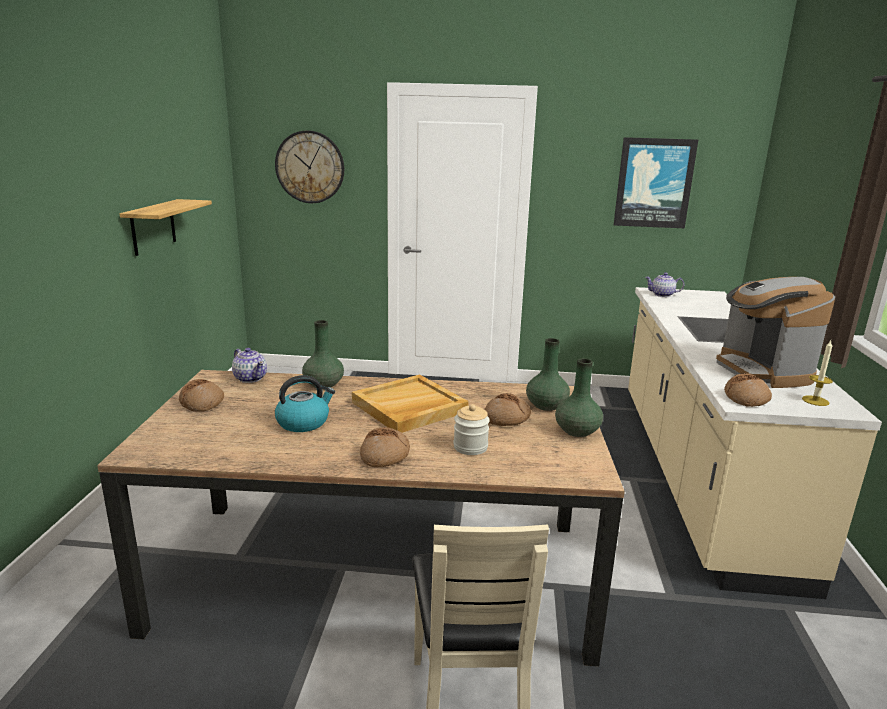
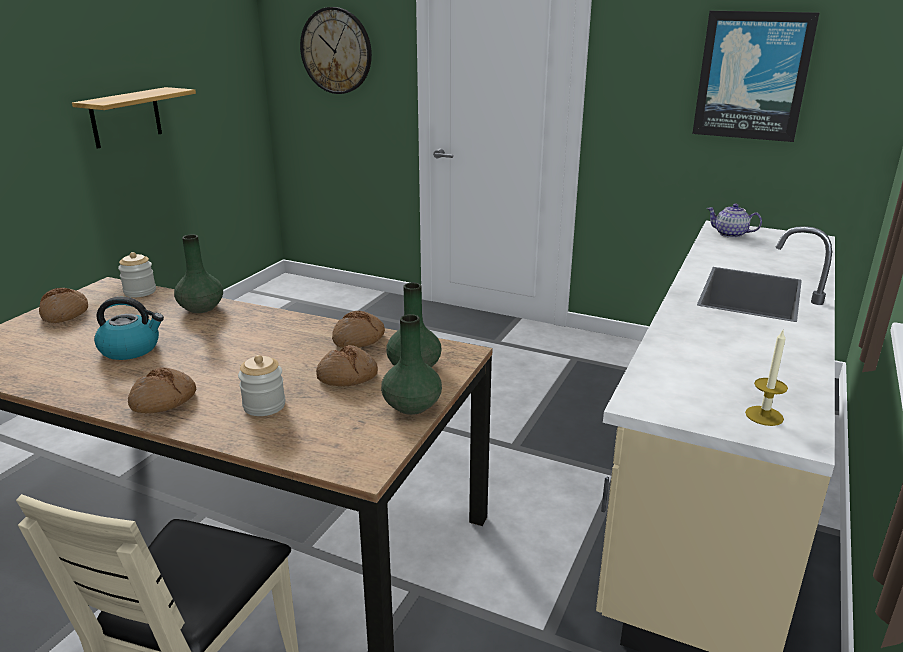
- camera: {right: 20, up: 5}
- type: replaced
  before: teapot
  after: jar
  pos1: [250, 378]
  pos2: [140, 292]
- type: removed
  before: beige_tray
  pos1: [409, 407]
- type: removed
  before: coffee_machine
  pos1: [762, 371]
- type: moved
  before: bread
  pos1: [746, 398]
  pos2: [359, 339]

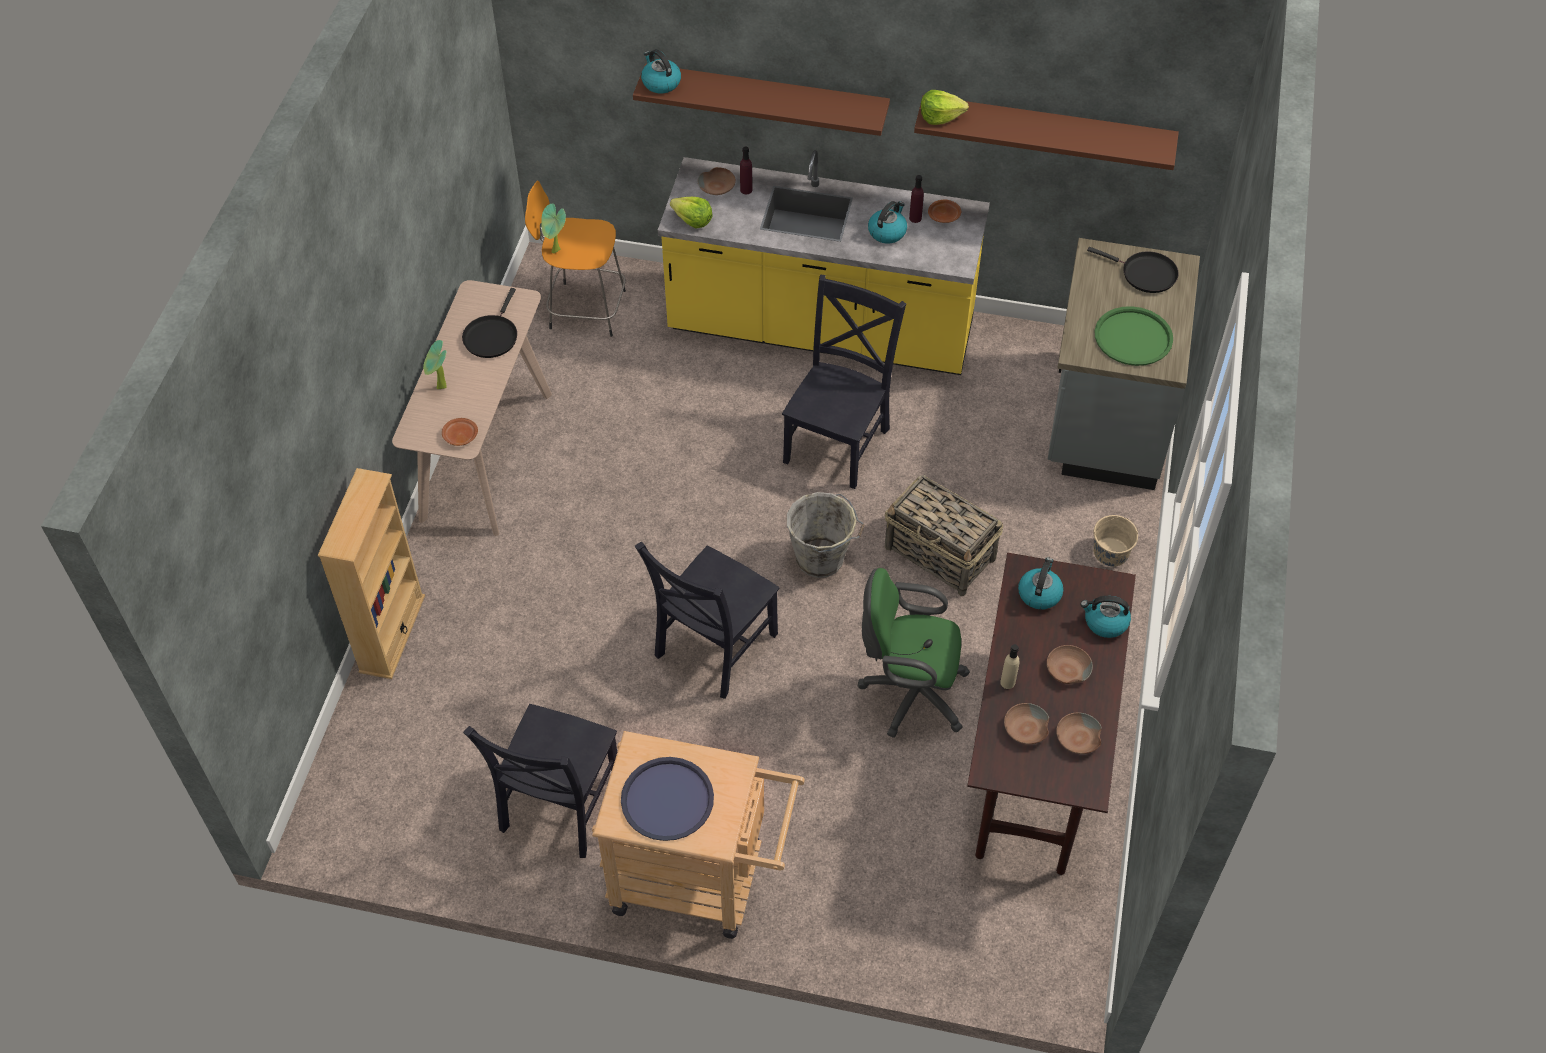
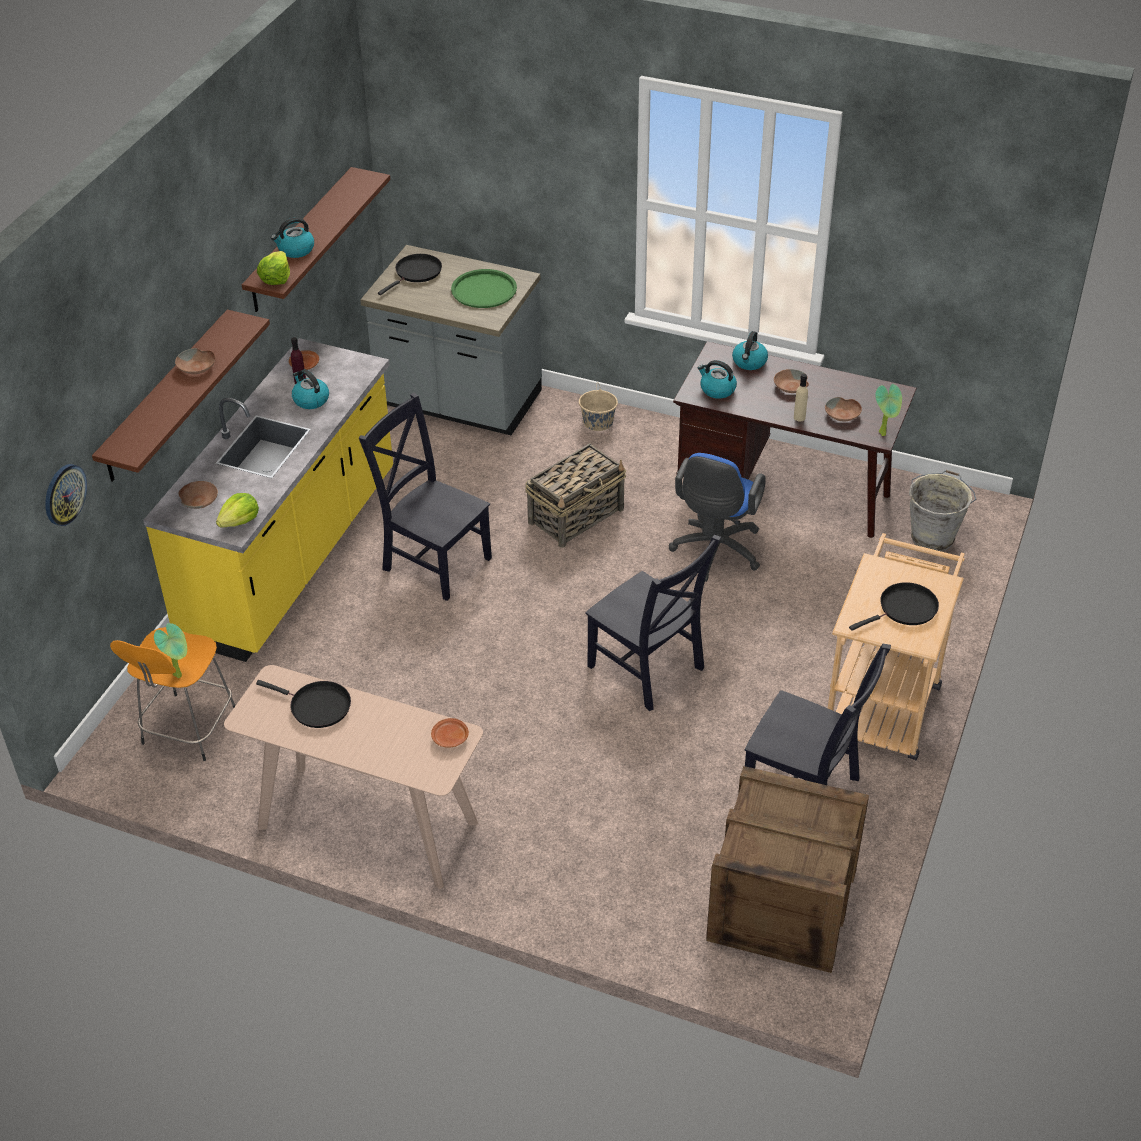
- camera: {right: -80, up: -10}
- type: removed
  before: beige_bookcase
  pos1: [392, 633]
- type: moved
  before: potted_plant
  pos1: [441, 388]
  pos2: [884, 433]
- type: replaced
  before: blue_tray
  after: black_frying_pan
  pos1: [667, 800]
  pos2: [904, 609]
- type: moved
  before: kettle
  pos1: [660, 82]
  pos2: [295, 250]
- type: removed
  before: purple_bottle
  pos1: [746, 190]
- type: moved
  before: grey_bucket
  pos1: [822, 559]
  pos2: [933, 536]
- type: recoloured
  before: green_office_chair
  after: blue_office_chair
  pos1: [909, 693]
  pos2: [715, 553]
- type: moved
  before: brown_bowl
  pos1: [1078, 739]
  pos2: [197, 367]
- type: added
  after: wall_clock
  pos2: [64, 494]
- type: added
  after: crate
  pos2: [782, 906]

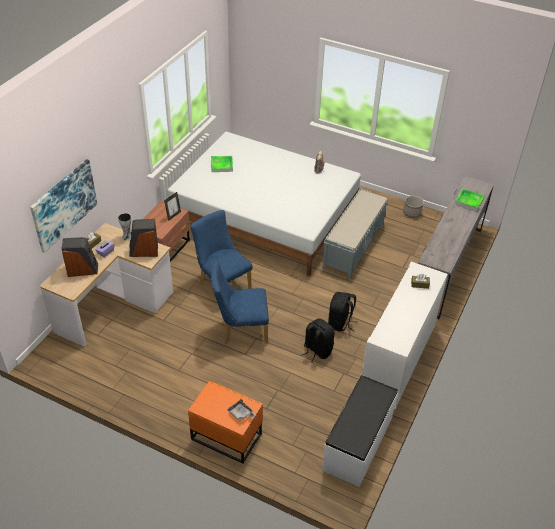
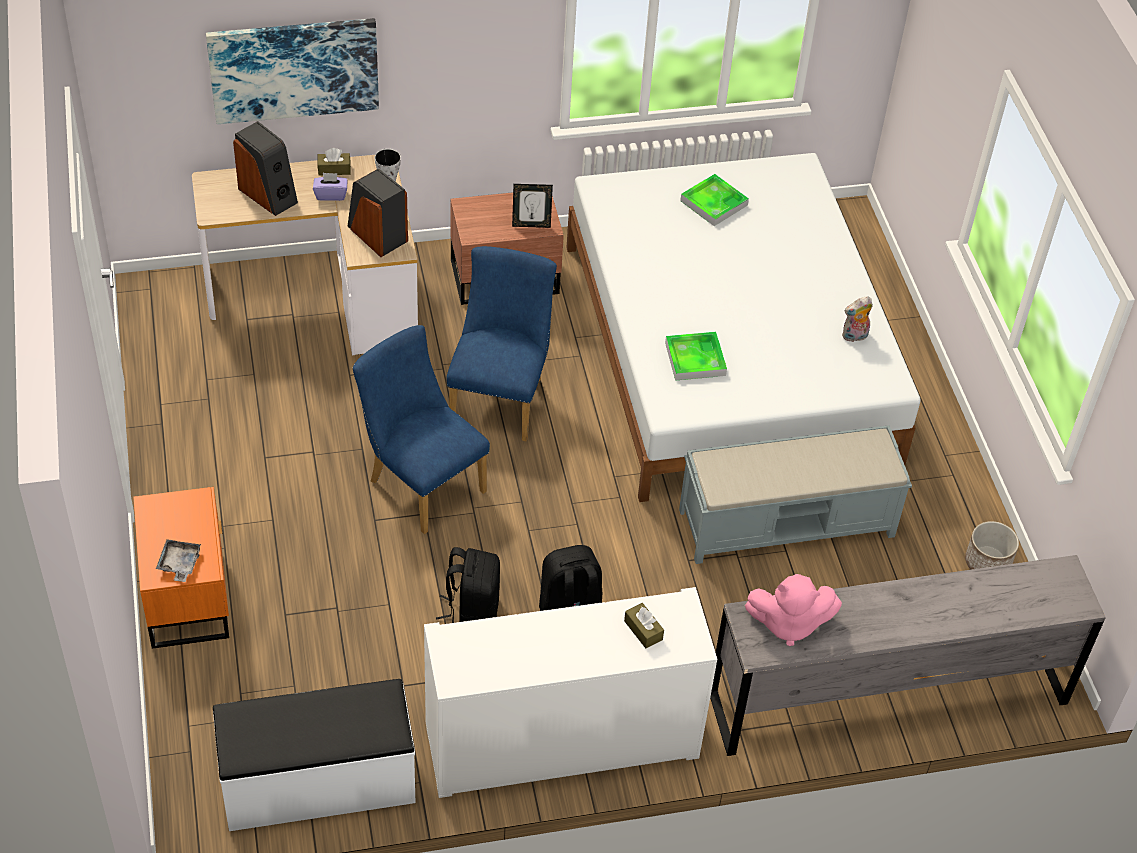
- camera: {right: 50, up: 5}
- type: moved
  before: tray
  pos1: [469, 201]
  pos2: [695, 359]
- type: added
  after: pink_plush_toy
  pos2: [788, 623]

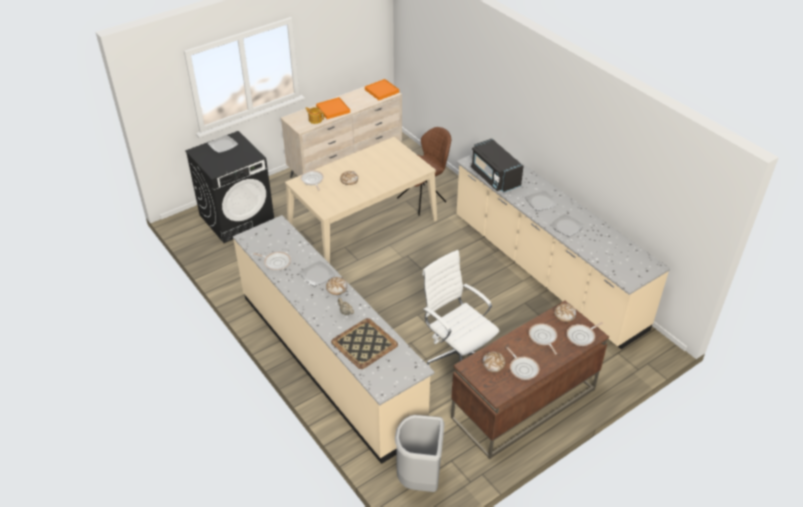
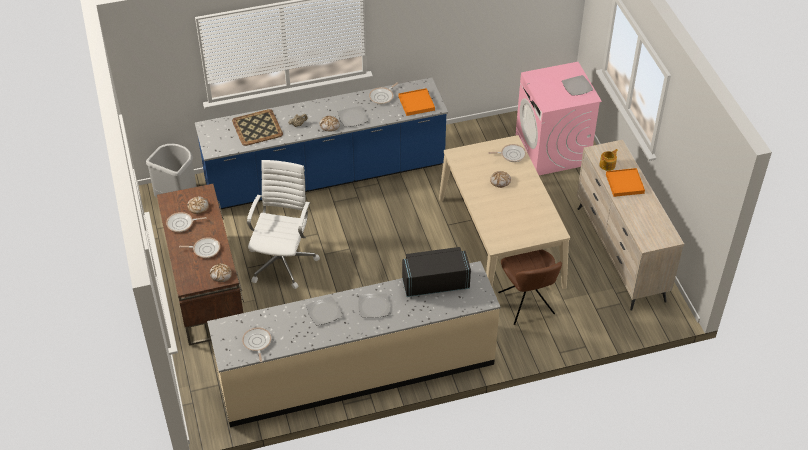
- camera: {right: 110, up: 5}
- type: recoloured
  before: black_washing_machine
  after: pink_washing_machine
  pos1: [237, 218]
  pos2: [552, 150]
- type: recoloured
  before: beige_counter
  after: blue_counter
  pos1: [330, 360]
  pos2: [325, 177]
- type: moved
  before: orange_tray
  pos1: [381, 91]
  pos2: [416, 103]
- type: turned
  before: white_office_chair
  pos1: [457, 357]
  pos2: [283, 260]
  turn: -60
- type: moved
  before: frying_pan
  pos1: [582, 336]
  pos2: [257, 343]

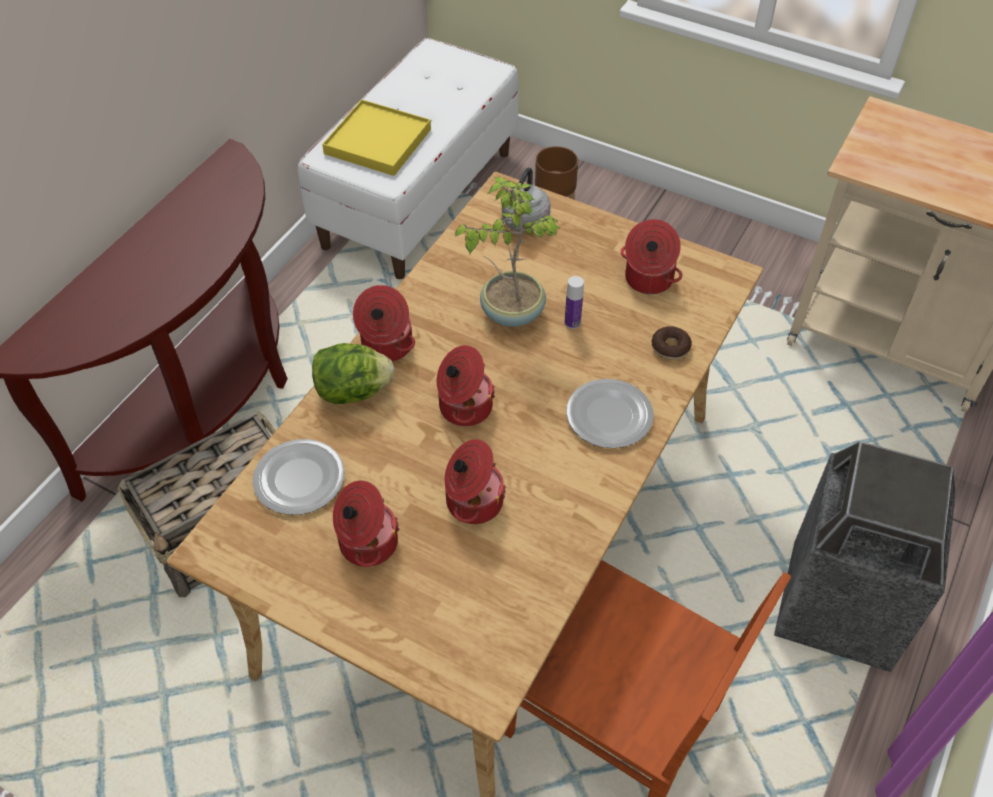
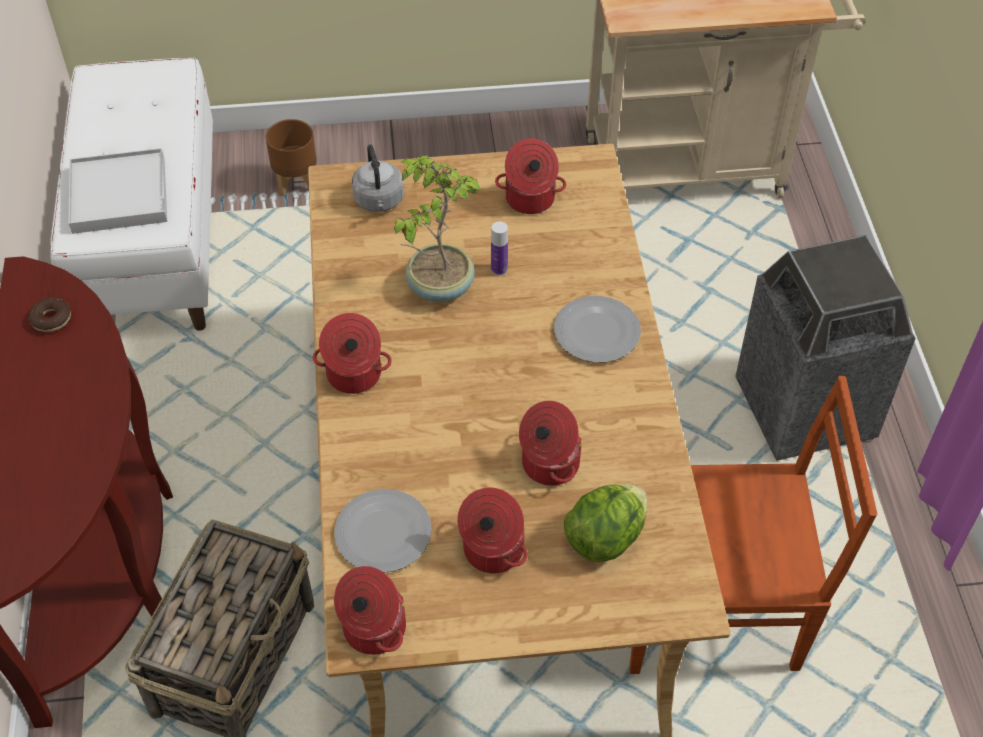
- camera: {right: -35, up: 0}
- type: moved
  before: lettuce
  pos1: [353, 391]
  pos2: [604, 538]
- type: recoloured
  before: yellow_tray
  after: white_tray
  pos1: [377, 141]
  pos2: [119, 195]
- type: moved
  before: cooking_pot
  pos1: [464, 407]
  pos2: [372, 629]
- type: moved
  before: donut
  pos1: [670, 347]
  pos2: [51, 319]

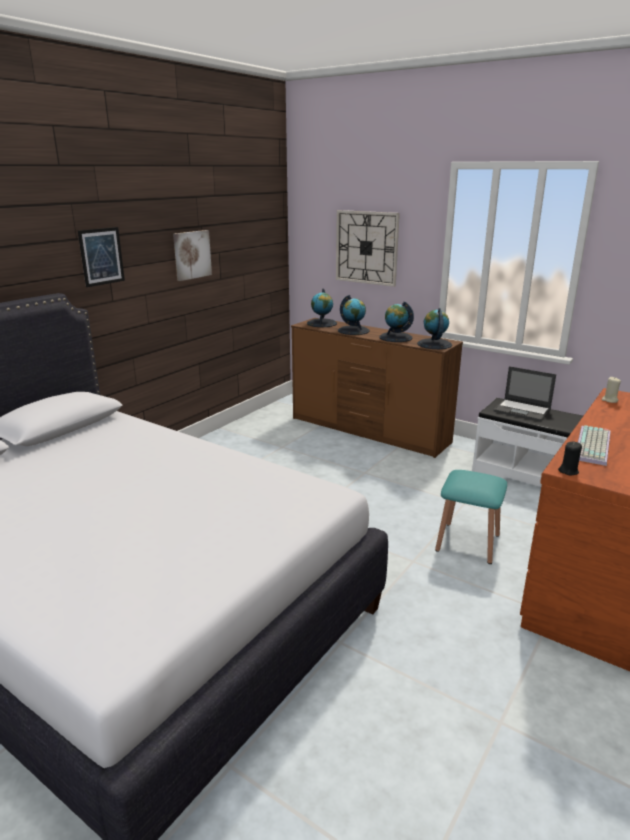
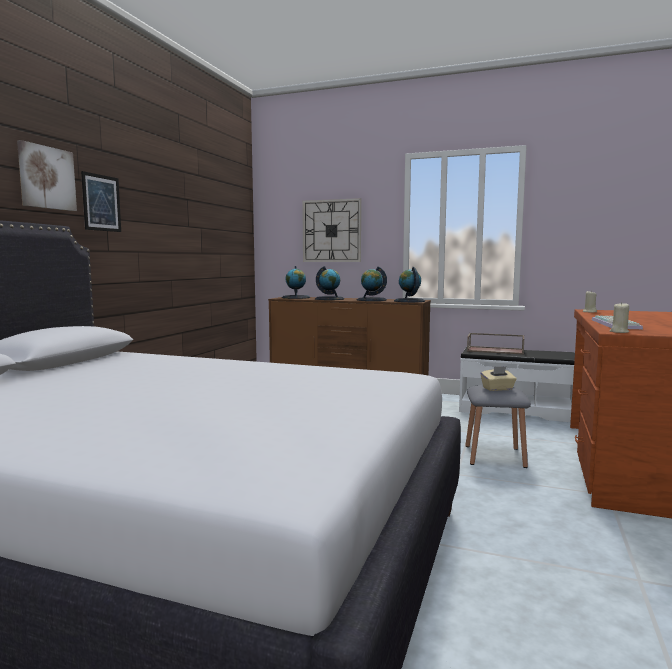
- camera: {right: -15, up: -15}
- type: moved
  before: picture
  pos1: [191, 255]
  pos2: [46, 178]
- type: recoloured
  before: turquoise_stool
  after: grey_stool
  pos1: [468, 542]
  pos2: [494, 456]
- type: replaced
  before: laptop
  after: brown_tray
  pos1: [522, 410]
  pos2: [496, 350]
- type: recoloured
  before: black_candle
  after: beige_candle
  pos1: [568, 471]
  pos2: [619, 332]
- type: added
  after: beige_tissue_box
  pos2: [498, 389]

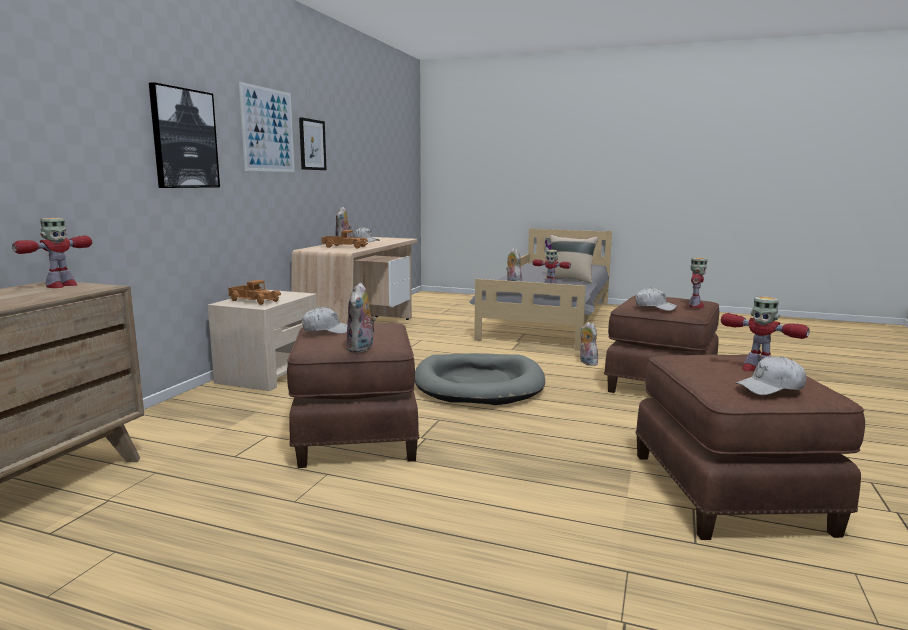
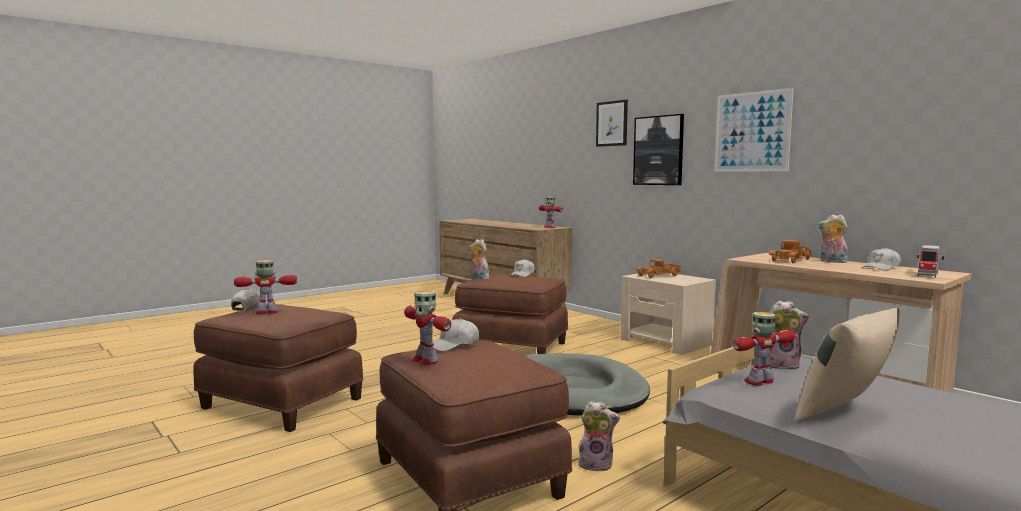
- camera: {right: 120, up: -5}
- type: moved
  before: picture
  pos1: [312, 144]
  pos2: [612, 123]
- type: added
  after: toy_truck
  pos2: [929, 275]

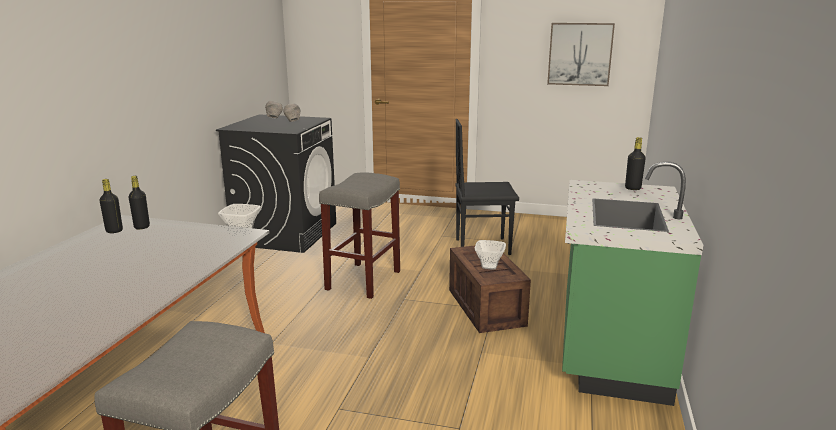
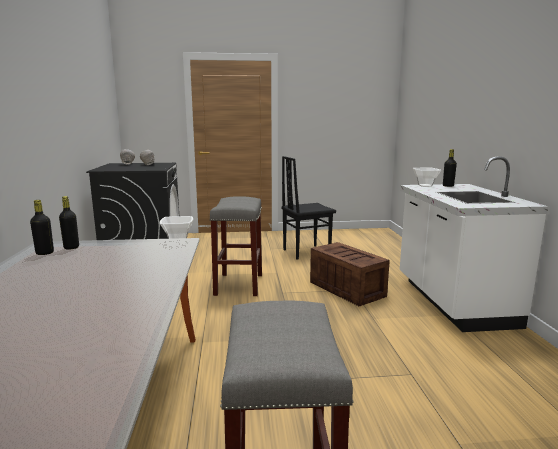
- camera: {right: -20, up: -5}
- type: moved
  before: bowl
  pos1: [490, 266]
  pos2: [425, 185]
- type: removed
  before: picture
  pos1: [580, 54]
- type: recoloured
  before: green_counter
  after: white_counter
  pos1: [609, 349]
  pos2: [452, 302]

